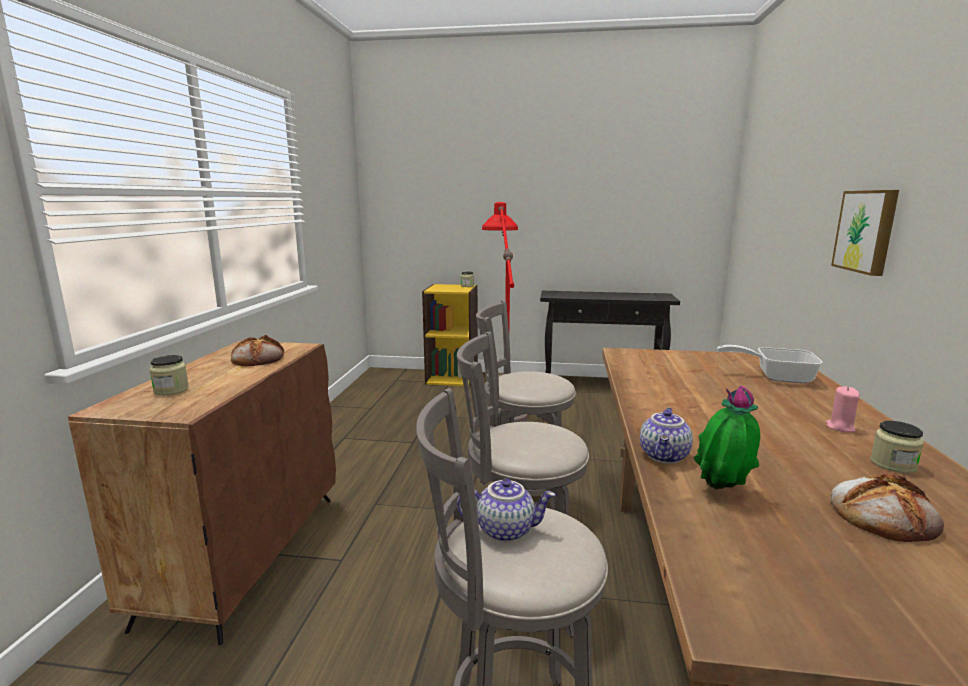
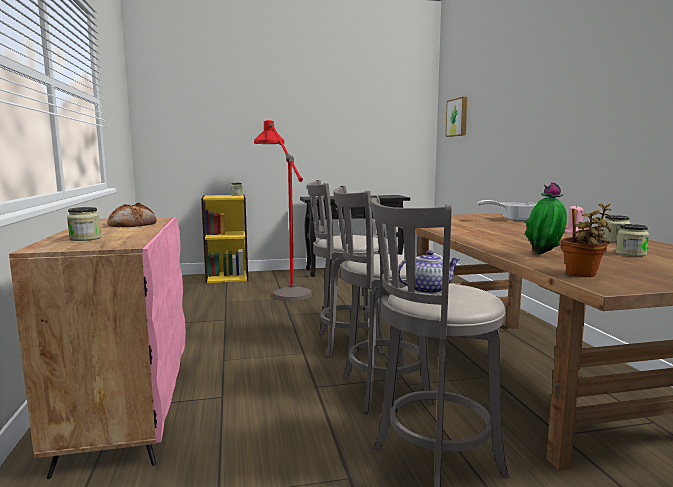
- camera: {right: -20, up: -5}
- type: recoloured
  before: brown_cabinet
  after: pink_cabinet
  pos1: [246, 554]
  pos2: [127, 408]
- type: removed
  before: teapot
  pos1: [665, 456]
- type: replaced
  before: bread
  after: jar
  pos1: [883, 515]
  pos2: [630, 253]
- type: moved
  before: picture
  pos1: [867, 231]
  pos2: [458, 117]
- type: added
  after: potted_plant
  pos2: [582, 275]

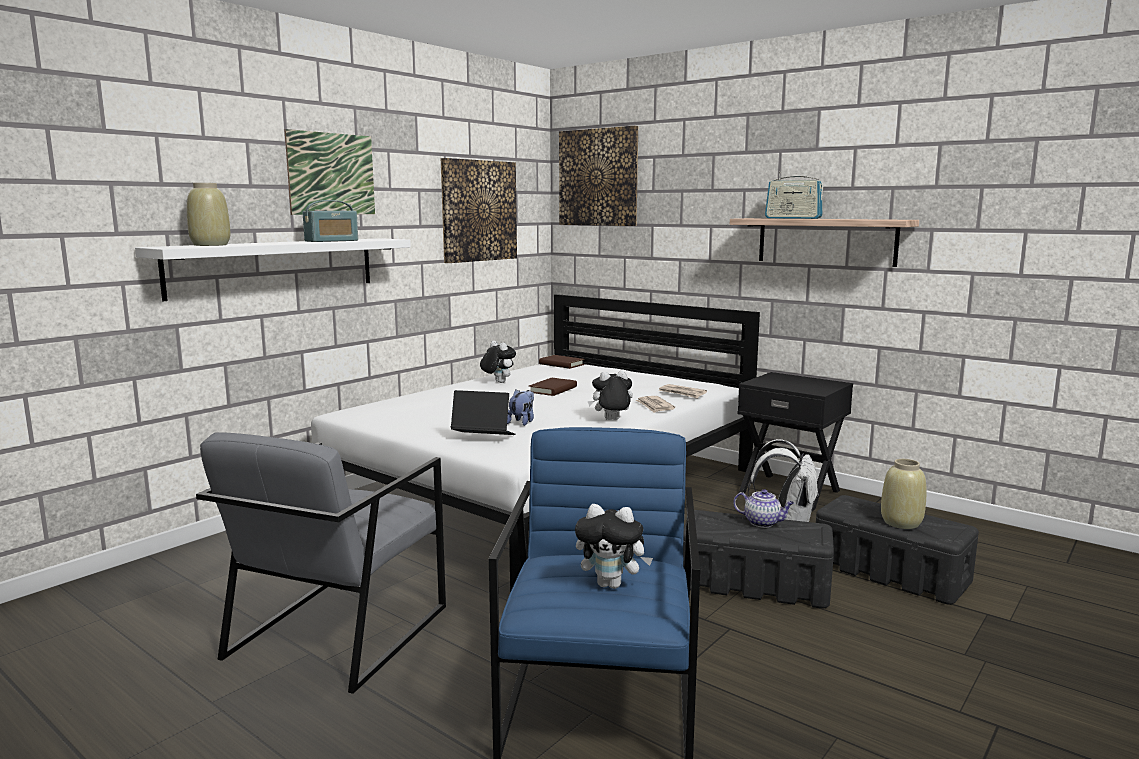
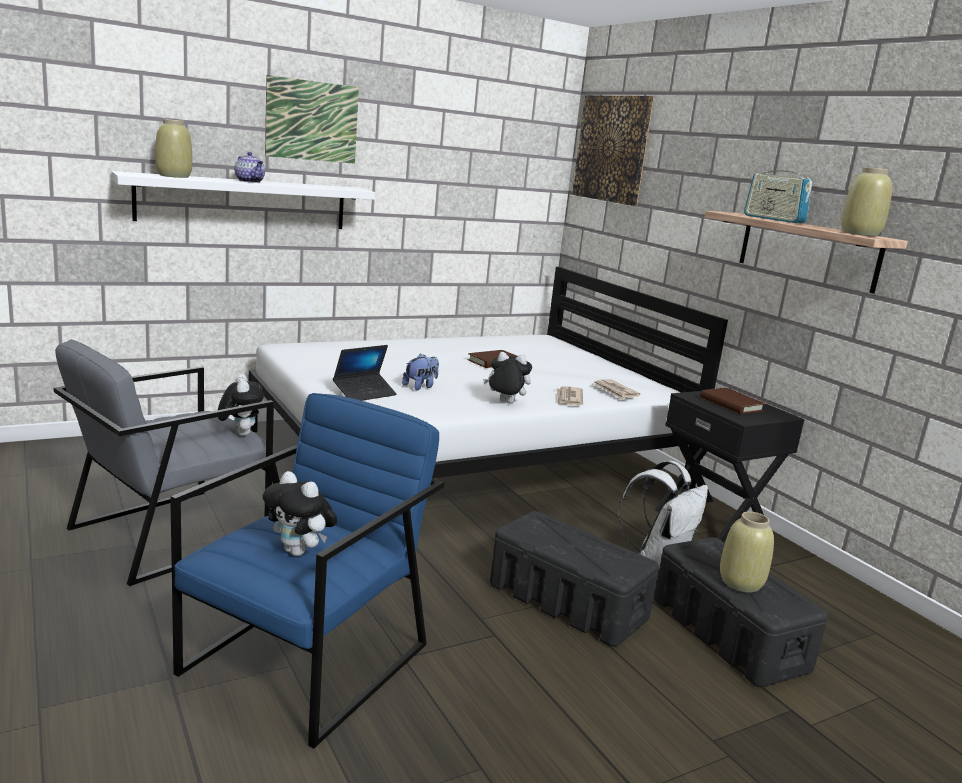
- camera: {right: 20, up: 5}
- type: removed
  before: radio
  pos1: [331, 241]
- type: removed
  before: picture
  pos1: [478, 211]
- type: turned
  before: laptop
  pos1: [483, 438]
  pos2: [364, 393]
  turn: 105
- type: moved
  before: plush_toy
  pos1: [497, 382]
  pos2: [240, 433]
- type: moved
  before: brown_book
  pos1: [561, 364]
  pos2: [731, 404]
- type: moved
  before: teapot
  pos1: [763, 523]
  pos2: [250, 181]
- type: added
  after: beige_vase
  pos2: [859, 234]

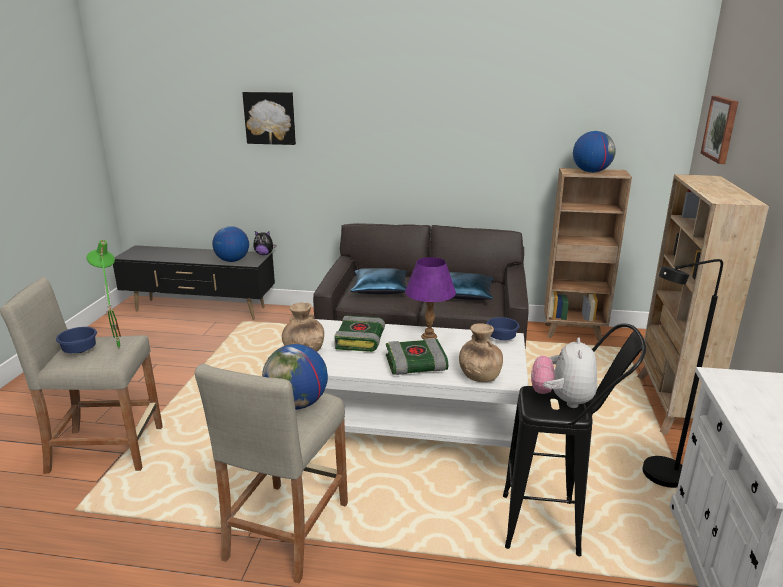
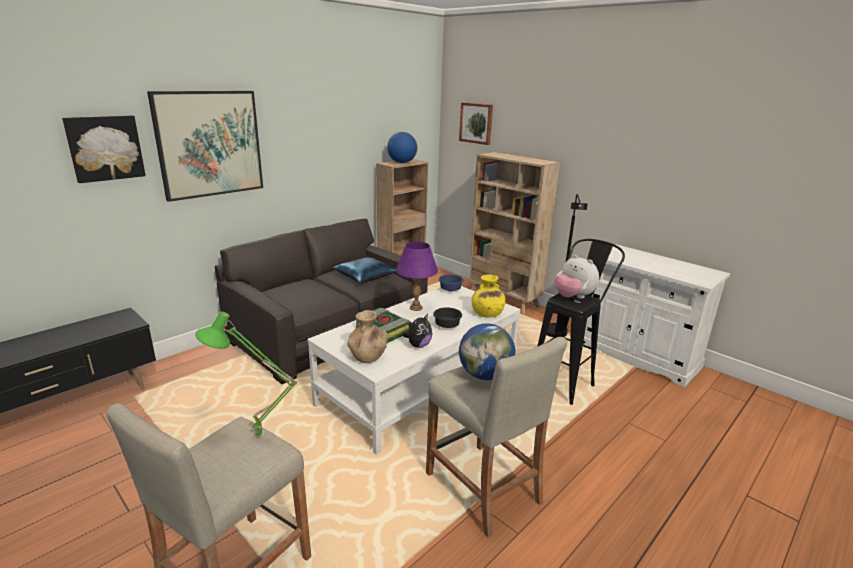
- camera: {right: -55, up: 0}
- type: removed
  before: blue_bowl
  pos1: [78, 351]
- type: removed
  before: globe
  pos1: [232, 260]
- type: moved
  before: plush_toy
  pos1: [264, 254]
  pos2: [418, 345]
- type: removed
  before: blue_pillow
  pos1: [380, 289]
- type: replaced
  before: book
  after: black_bowl
  pos1: [415, 365]
  pos2: [447, 326]
- type: recoloured
  before: brown_vase
  after: yellow_vase
  pos1: [479, 376]
  pos2: [487, 314]
- type: added
  after: picture
  pos2: [209, 144]

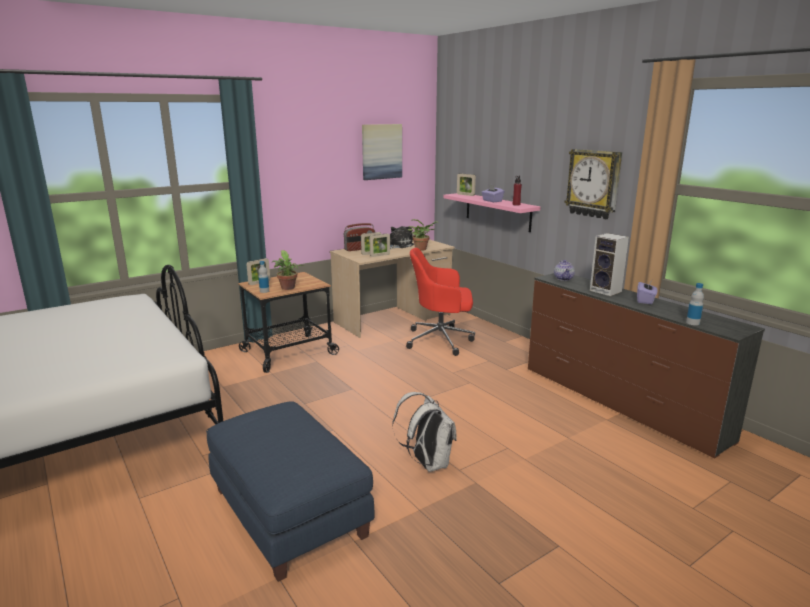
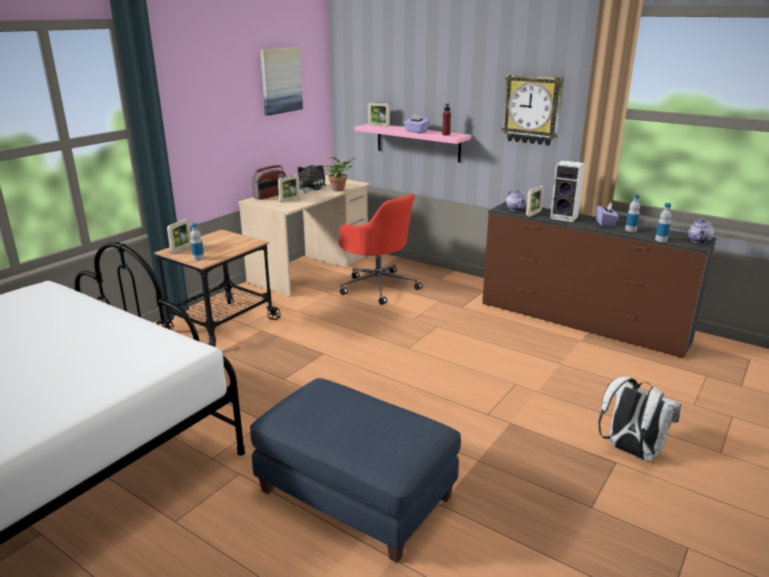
- camera: {right: -20, up: 5}
- type: removed
  before: potted_plant
  pos1: [288, 288]
- type: moved
  before: picture_frame
  pos1: [380, 255]
  pos2: [533, 214]
- type: moved
  before: white_backpack
  pos1: [427, 463]
  pos2: [630, 451]
- type: turned
  before: red_office_chair
  pos1: [441, 340]
  pos2: [378, 286]
  turn: -120
- type: added
  after: bottle
  pos2: [630, 230]
- type: added
  after: teapot
  pos2: [699, 240]

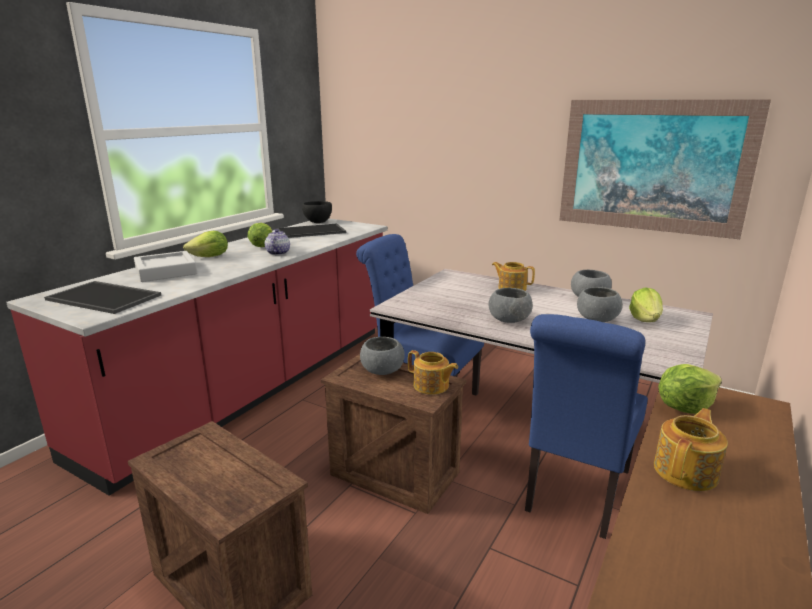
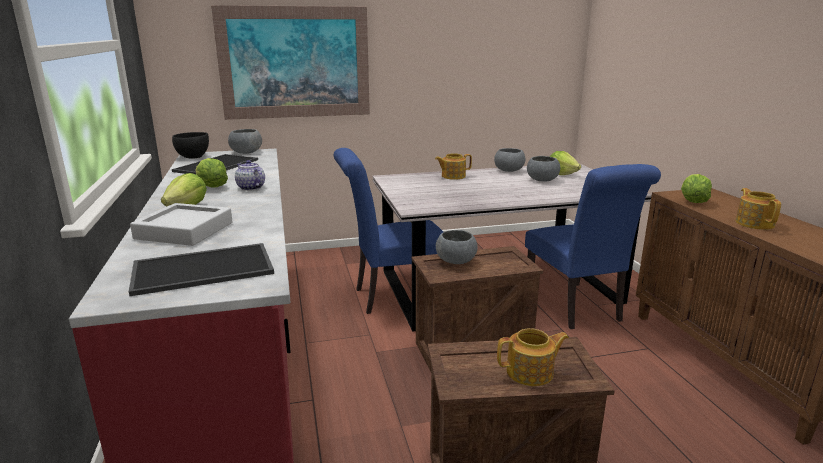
- camera: {right: -45, up: 0}
- type: moved
  before: teapot
  pos1: [431, 386]
  pos2: [531, 372]
- type: moved
  before: grey_bowl
  pos1: [509, 320]
  pos2: [246, 152]
- type: moved
  before: picture
  pos1: [653, 166]
  pos2: [295, 63]

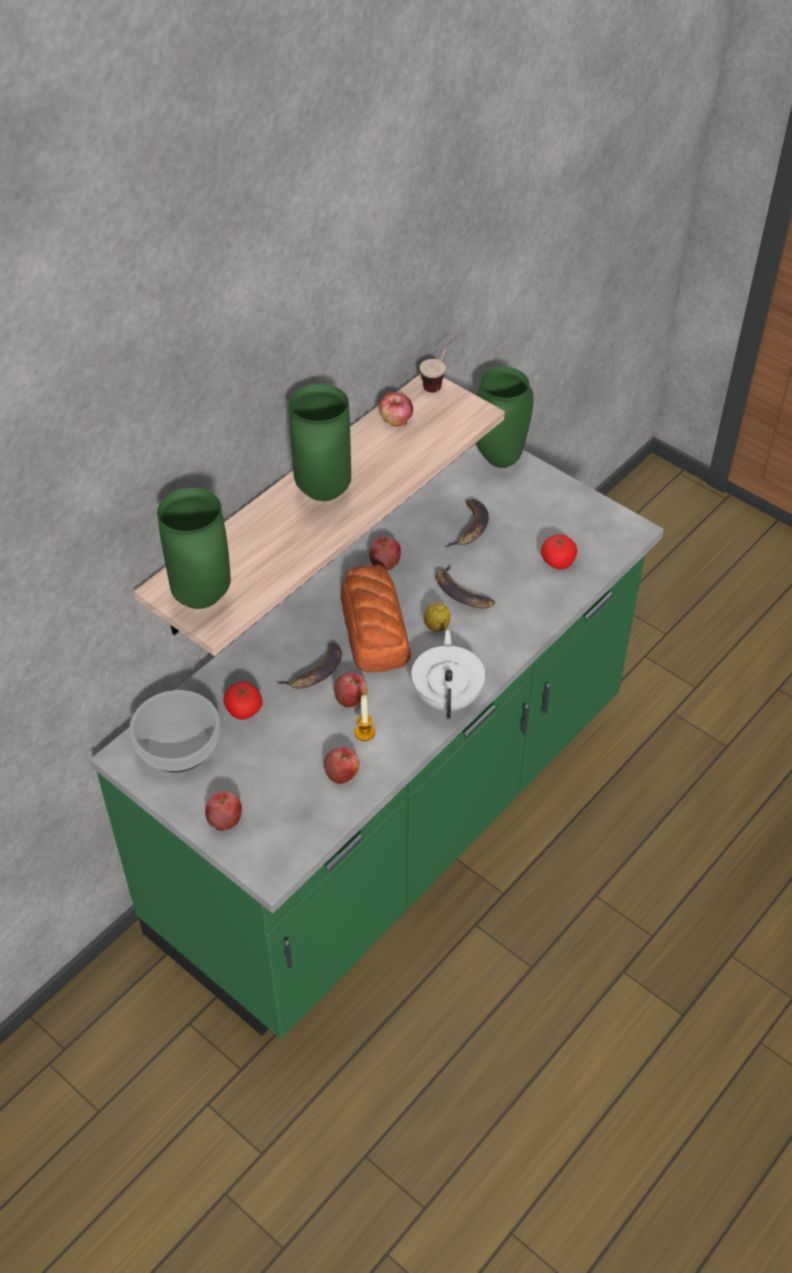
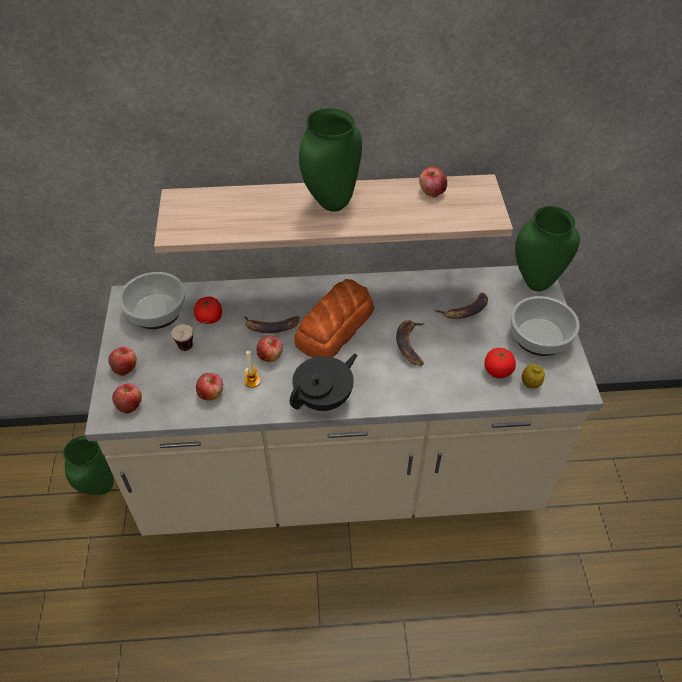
- camera: {right: 45, up: 0}
- type: recoloured
  before: green_counter
  after: beige_counter
  pos1: [396, 819]
  pos2: [341, 474]
- type: moved
  before: green_vase
  pos1: [200, 598]
  pos2: [99, 486]
- type: moved
  before: apple
  pos1: [385, 562]
  pos2: [130, 405]
- type: recoloured
  before: white_teapot
  after: black_teapot
  pos1: [448, 696]
  pos2: [324, 398]
- type: moved
  before: cup
  pos1: [439, 382]
  pos2: [194, 345]
- type: moved
  before: lemon
  pos1: [436, 627]
  pos2: [530, 384]
- type: added
  after: bowl
  pos2: [539, 336]

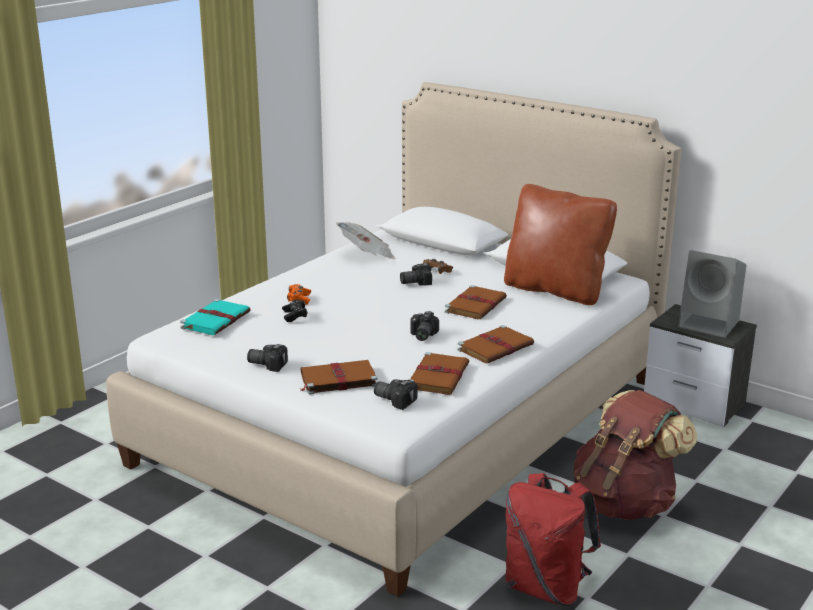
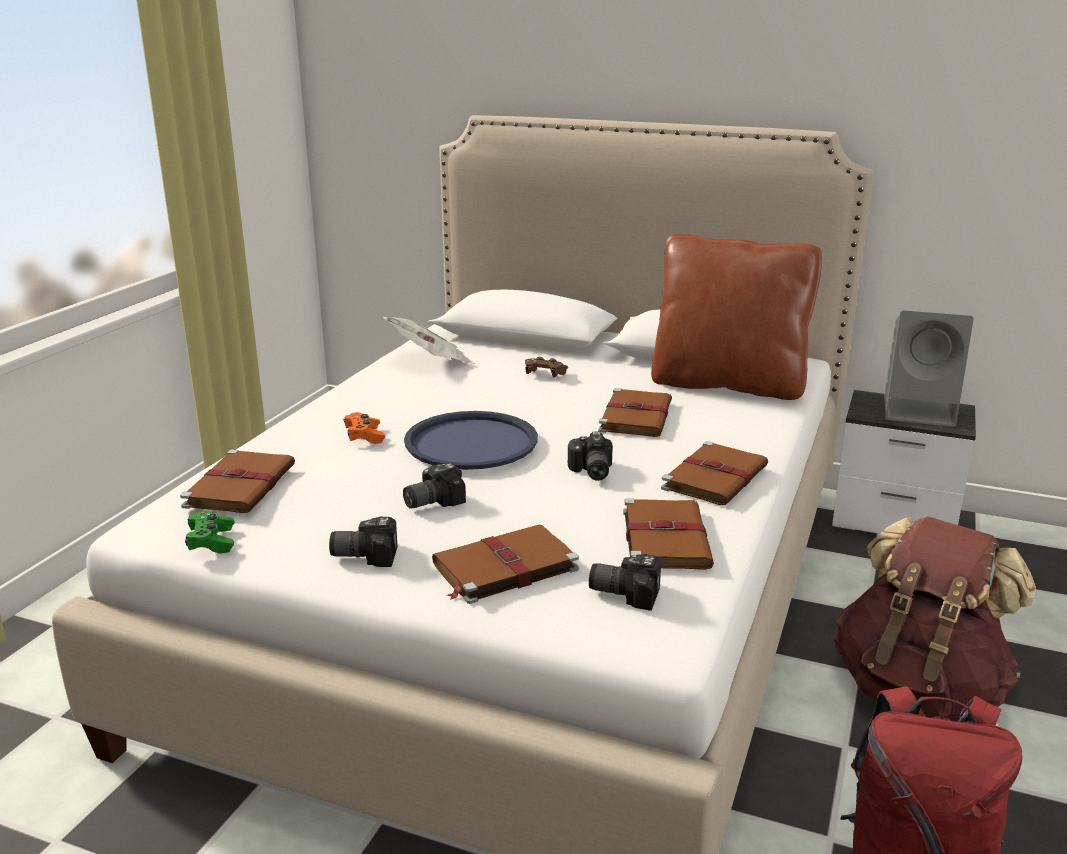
- camera: {right: -15, up: 0}
- type: recoloured
  before: turquoise_book
  after: brown_book
  pos1: [216, 320]
  pos2: [241, 485]
- type: removed
  before: black_game_controller
  pos1: [294, 316]
- type: moved
  before: photo_camera
  pos1: [414, 282]
  pos2: [431, 501]
- type: added
  after: green_game_controller
  pos2: [212, 542]
- type: added
  after: blue_tray
  pos2: [471, 442]

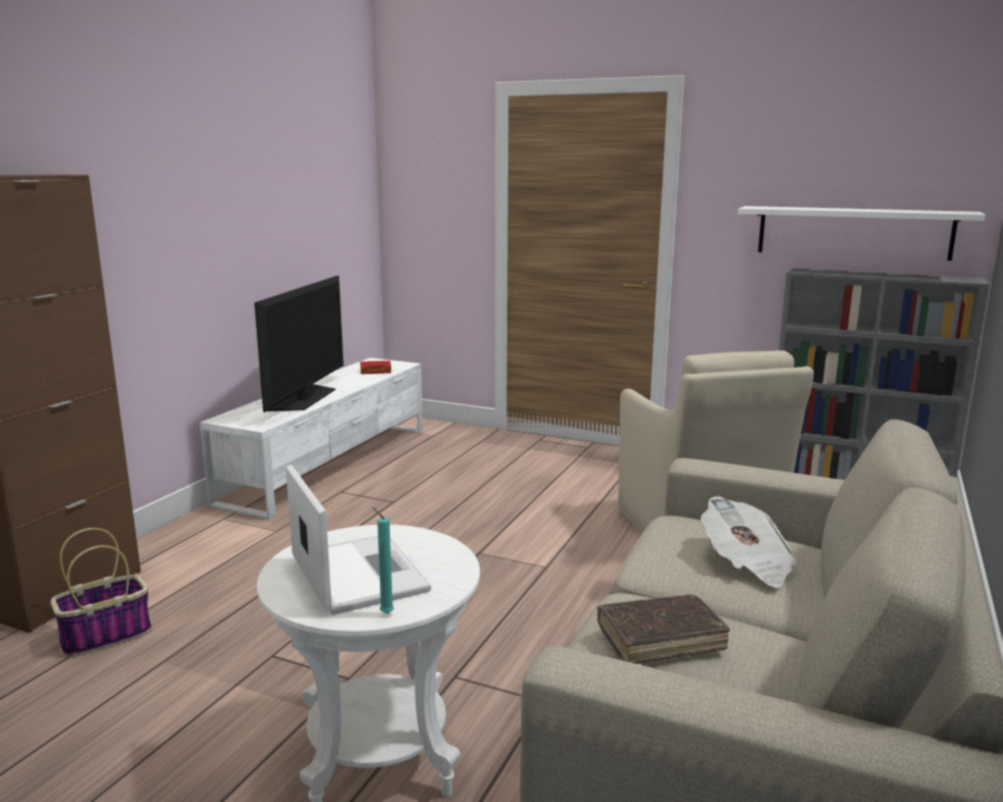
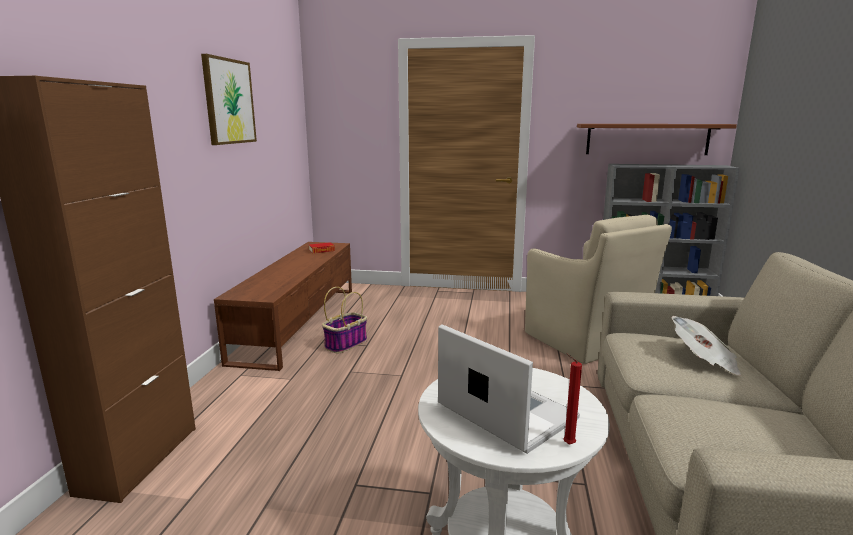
- camera: {right: -15, up: 0}
- type: moved
  before: basket
  pos1: [107, 635]
  pos2: [346, 344]
- type: recoloured
  before: white_tv_stand
  after: brown_tv_stand
  pos1: [330, 463]
  pos2: [299, 322]
- type: removed
  before: television
  pos1: [305, 398]
- type: recoloured
  before: turquoise_candle
  after: red_candle
  pos1: [385, 613]
  pos2: [567, 444]
- type: removed
  before: brown_book
  pos1: [660, 639]
- type: recoloured
  before: white_shelf
  after: brown_shelf
  pos1: [853, 232]
  pos2: [647, 139]
- type: added
  after: picture
  pos2: [229, 101]

